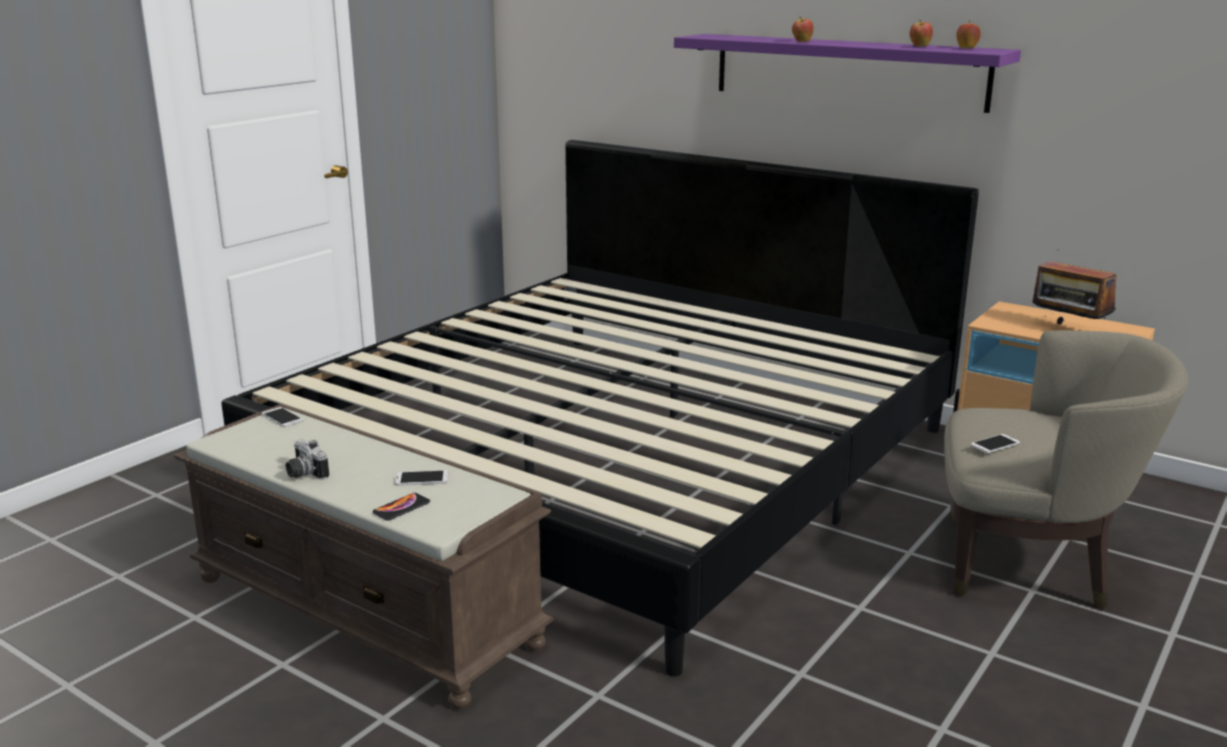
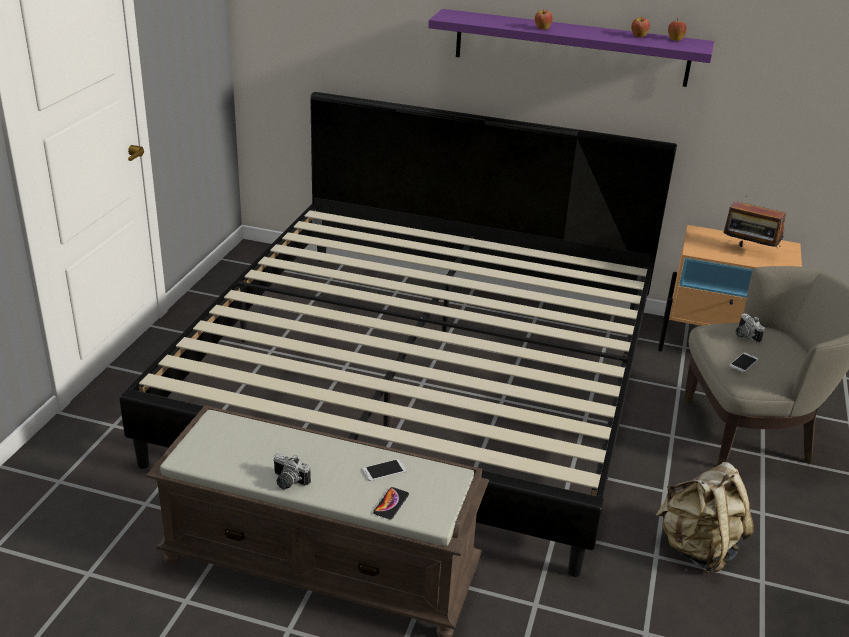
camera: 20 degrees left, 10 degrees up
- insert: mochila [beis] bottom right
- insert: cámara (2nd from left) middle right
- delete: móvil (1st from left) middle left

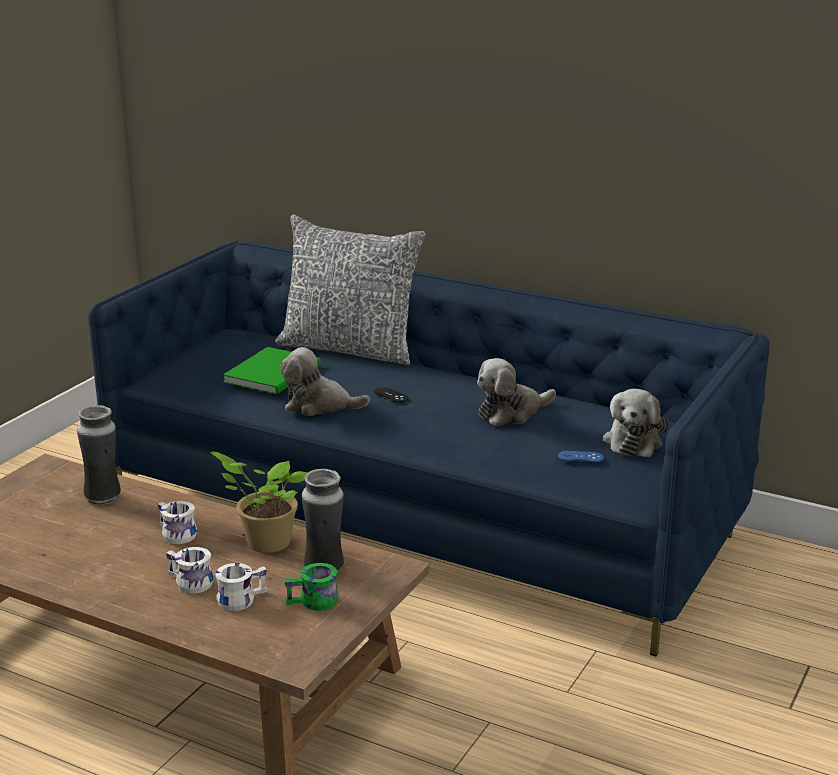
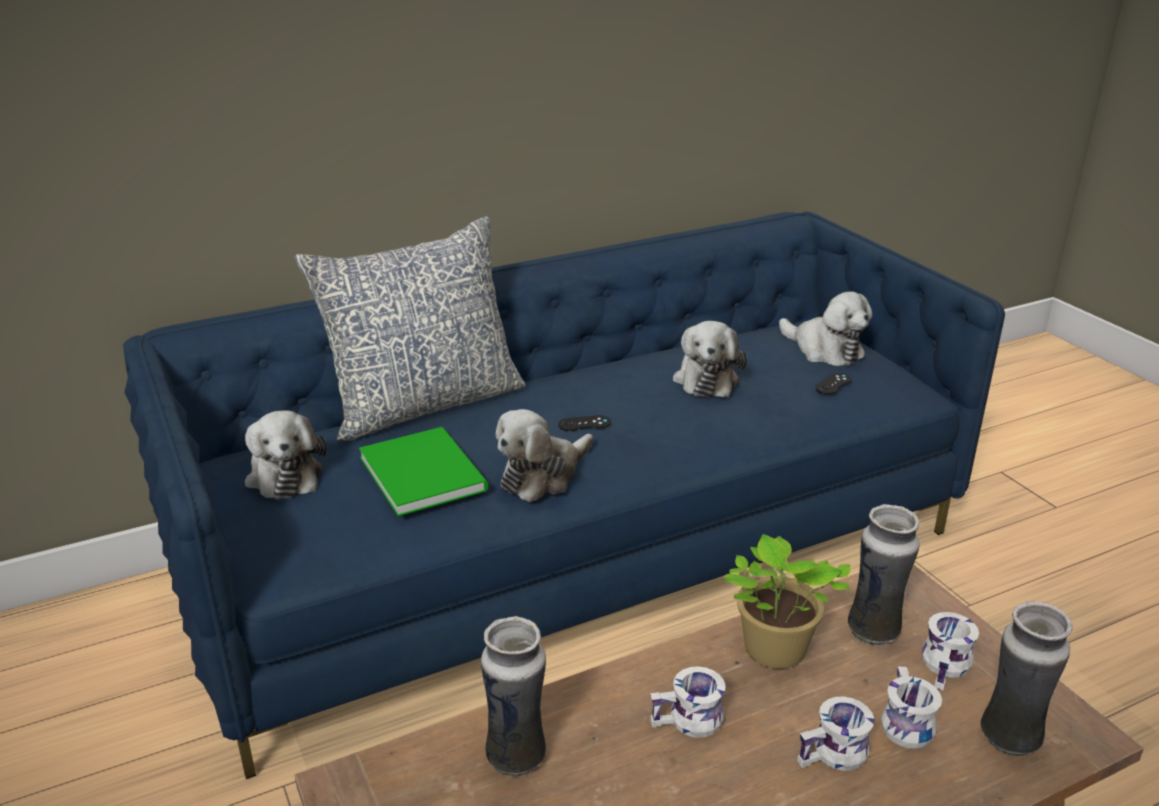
camera: 55 degrees left, 5 degrees up
- insert: peluche (1st from left) middle left
- recolor: mando de consola [azul] middle right to mando de consola [negro] (2nd from left) middle right
- recolor: taza grande [verde] bottom centre to taza grande [blanco] (4th from left) bottom right
- insert: florero (3rd from left) bottom right

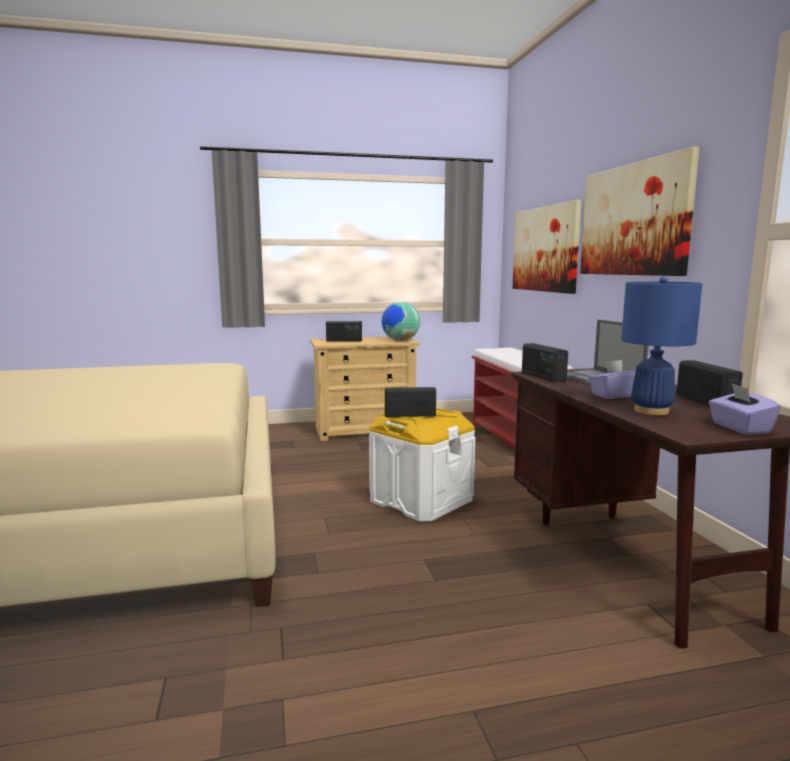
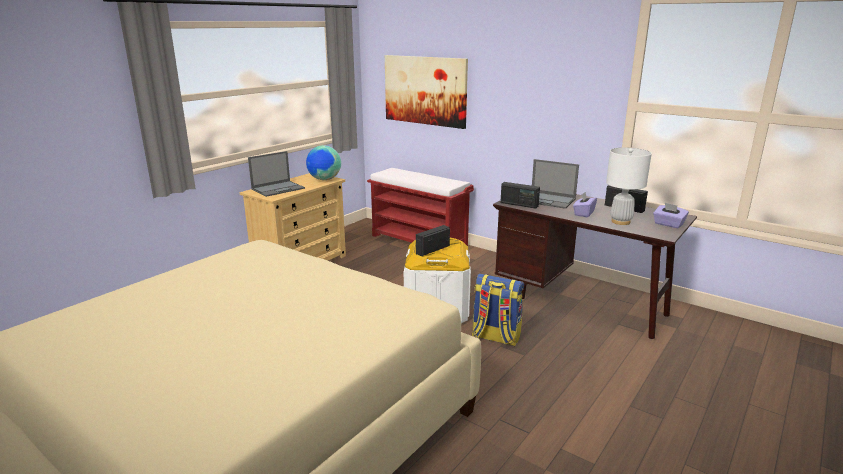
camera: 40 degrees left, 10 degrees up
- replace: radio (1st from left) centre to portátil (1st from left) middle left
- insert: mochila centre
- recolor: lámpara de mesa [azul] middle right to lámpara de mesa [blanco] middle right
- delete: cuadro (2nd from left) top right

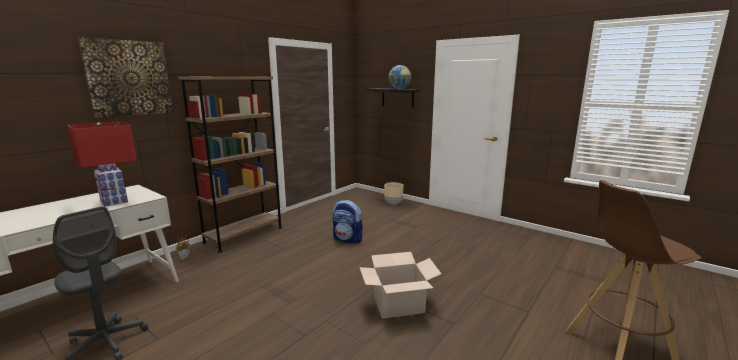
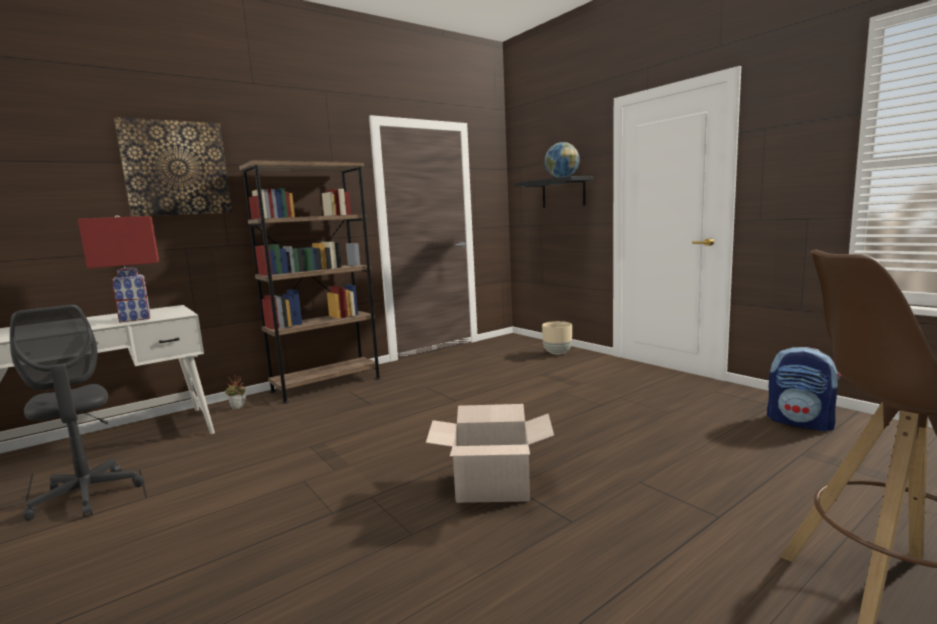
camera: 15 degrees right, 5 degrees down
- move: mochila centre to middle right

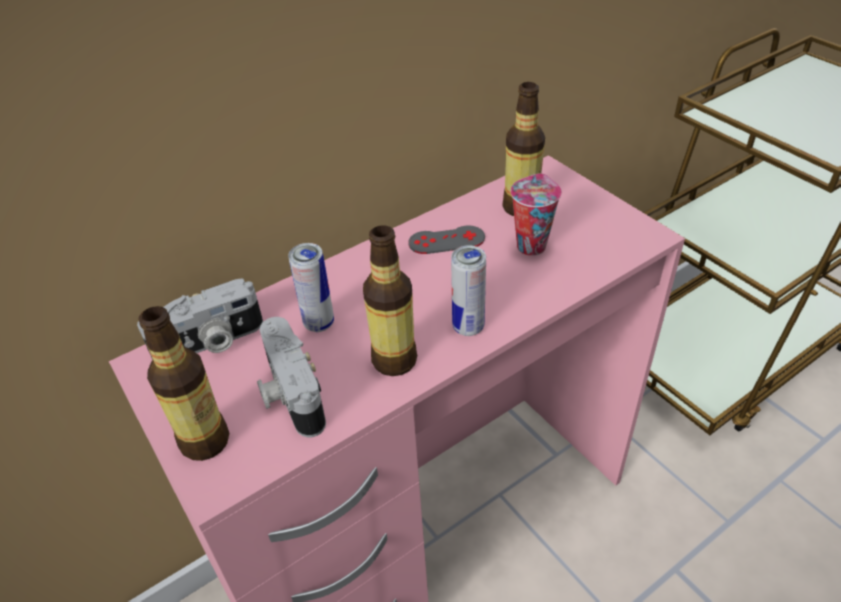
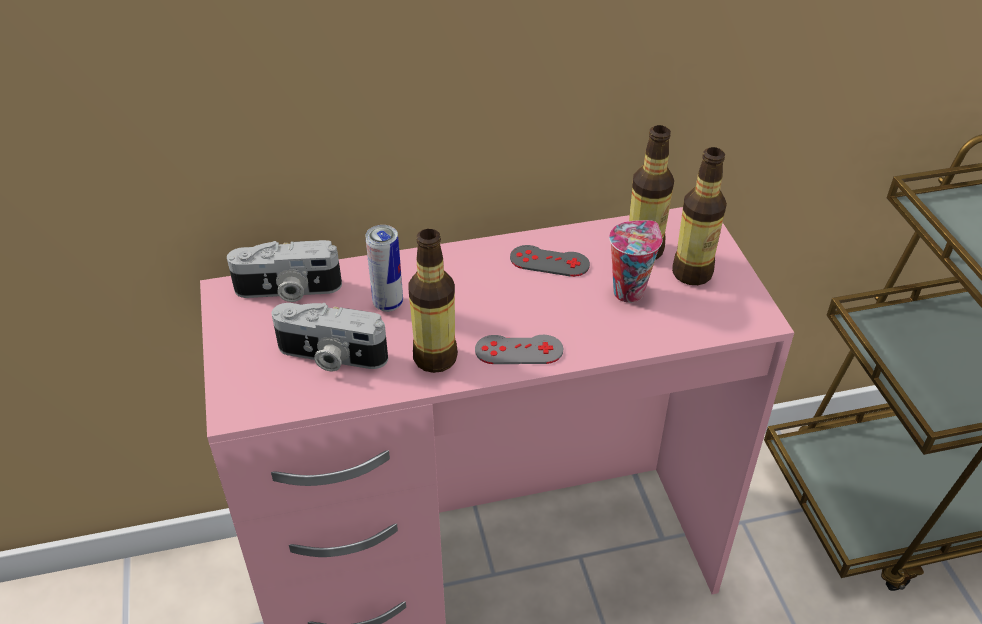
camera: 20 degrees right, 0 degrees up
- rotate: cámara (2nd from left) centre = centre 75 degrees counterclockwise
- replace: lata (2nd from left) centre to mando de consola [gris] (1st from left) centre
- move: botella (1st from left in the first image) middle left to botella (3rd from left) middle right

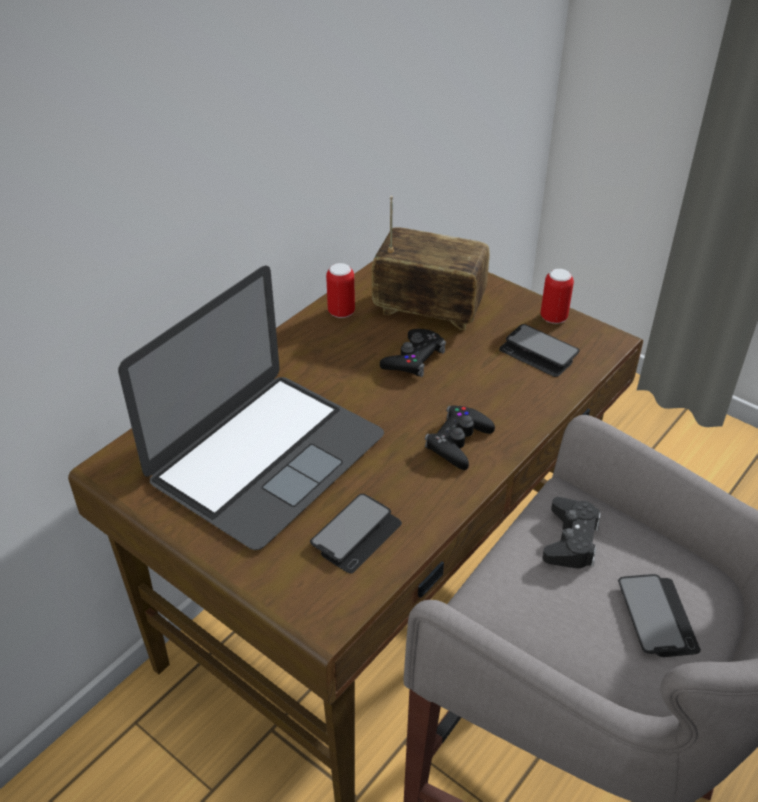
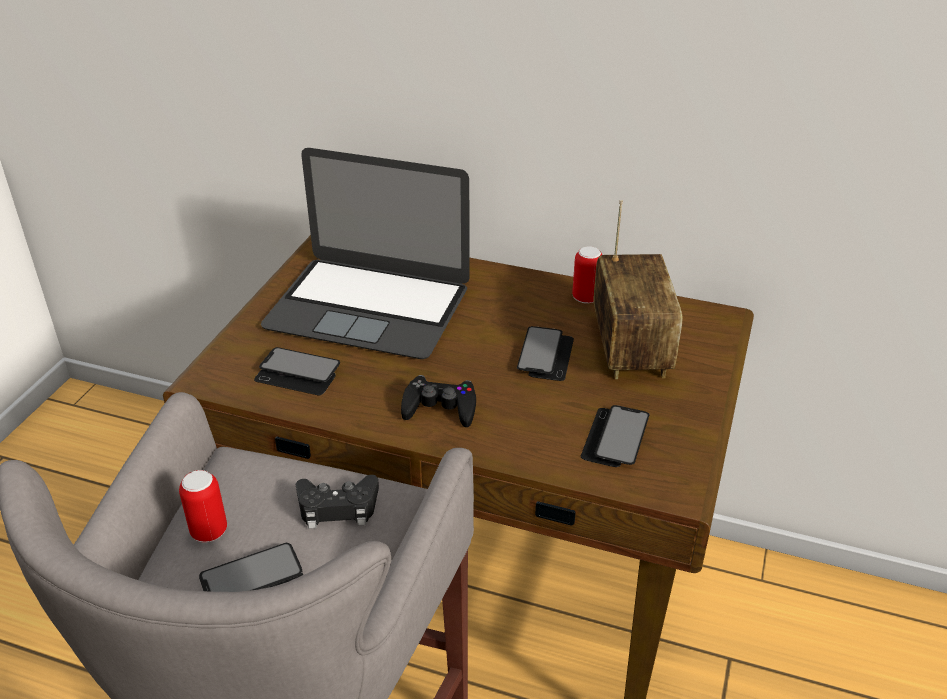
camera: 70 degrees right, 5 degrees down
- move: lata (2nd from left in the first image) middle right to lata (1st from left) bottom left
- replace: mando de consola [negro] (1st from left) centre to móvil (3rd from left) centre

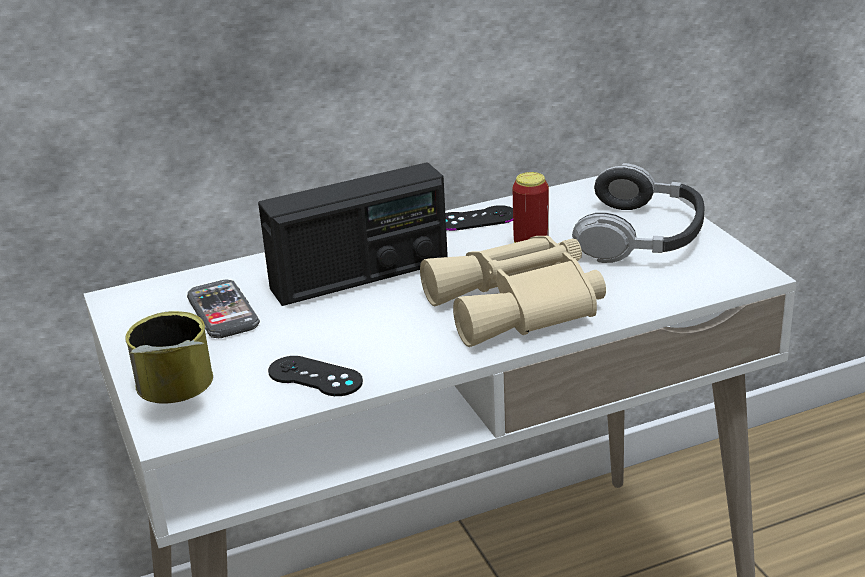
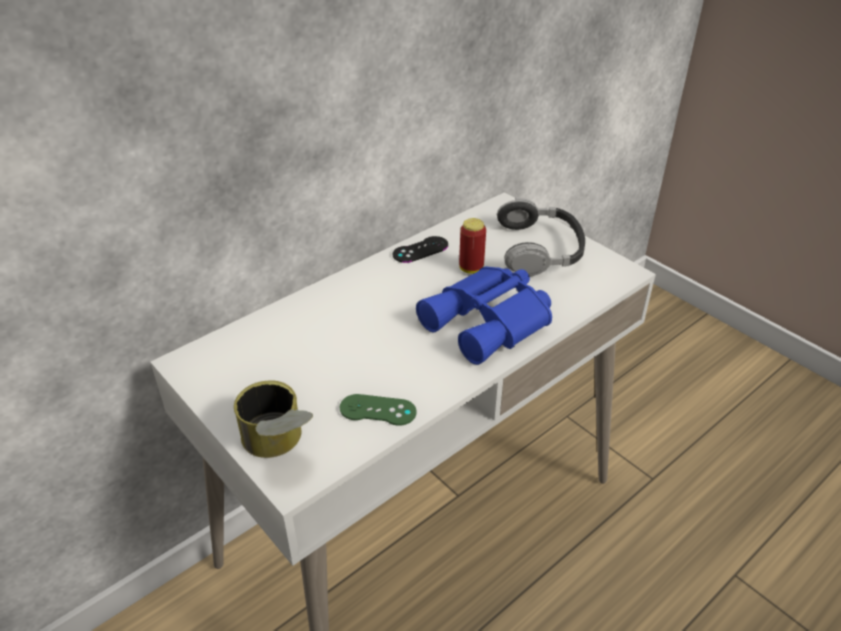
camera: 20 degrees left, 10 degrees up
- recolor: mando de consola [negro] (1st from left) centre to mando de consola [verde] centre
- recolor: prismáticos [beis] centre to prismáticos [azul] centre
- delete: móvil middle left
- delete: radio centre

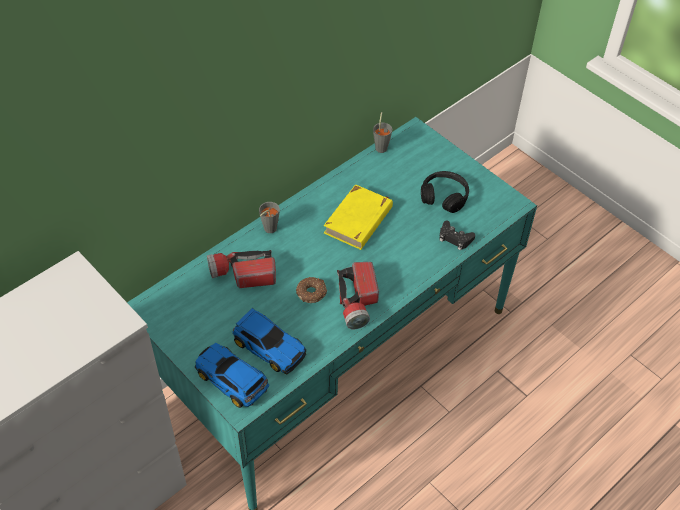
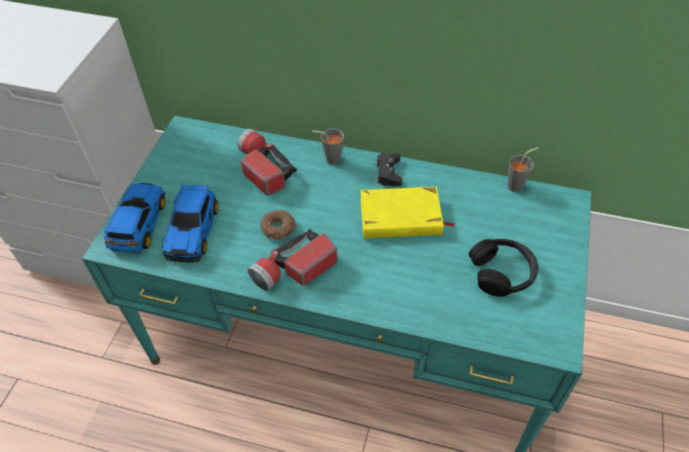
camera: 60 degrees right, 0 degrees up
- move: mando de consola [negro] middle right to centre

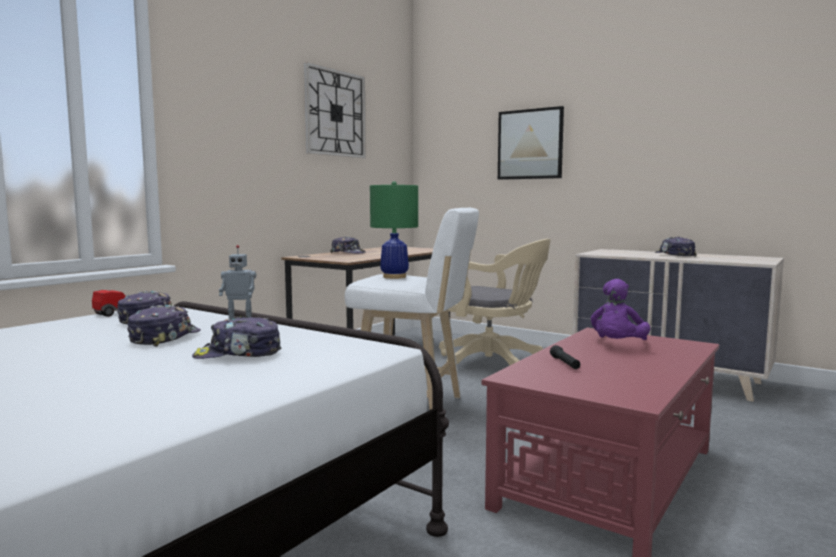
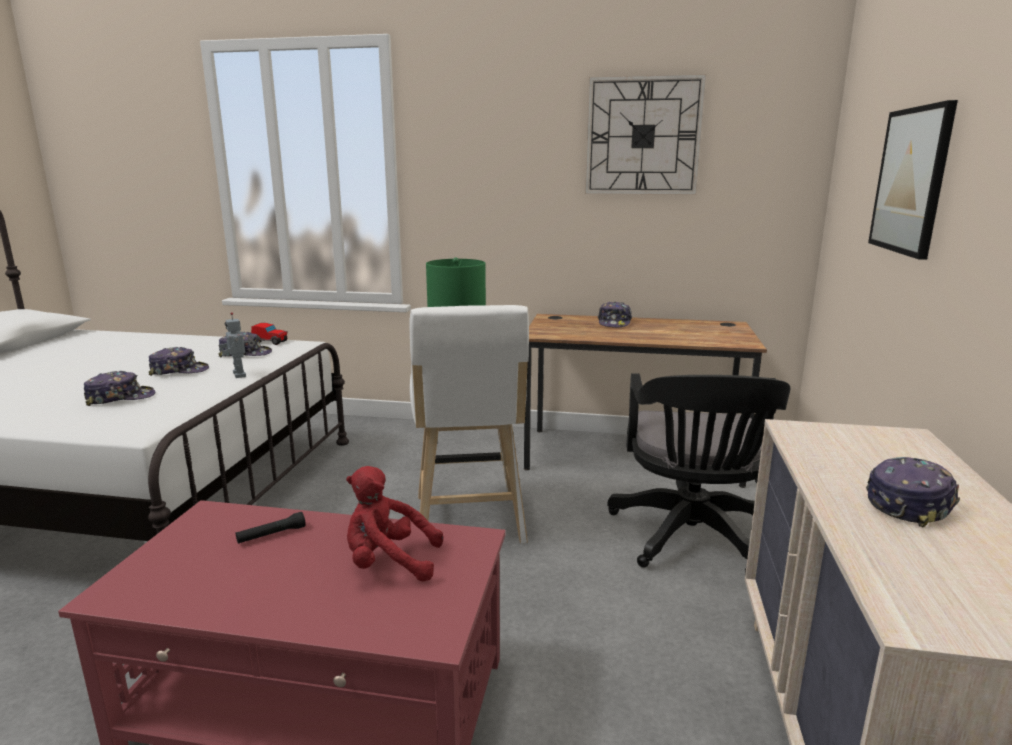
camera: 65 degrees right, 10 degrees up
- rotate: gorra (3rd from left in the first image) middle left = middle left 105 degrees clockwise
- recolor: peluche [morado] middle right to peluche [rojo] bottom centre
- recolor: silla de oficina [beis] centre to silla de oficina [negro] middle right

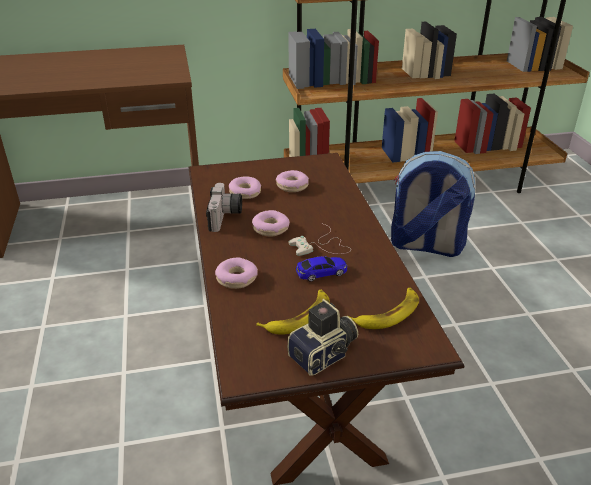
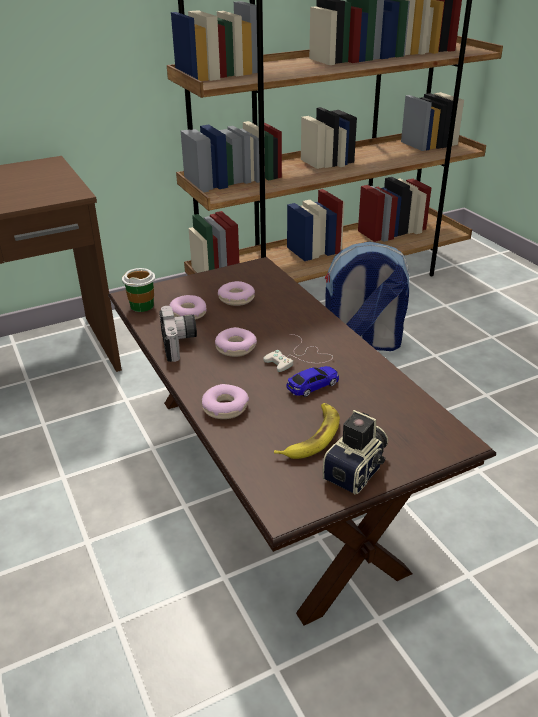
camera: 15 degrees left, 0 degrees up
- insert: taza middle left
- delete: plátano (2nd from left) centre

